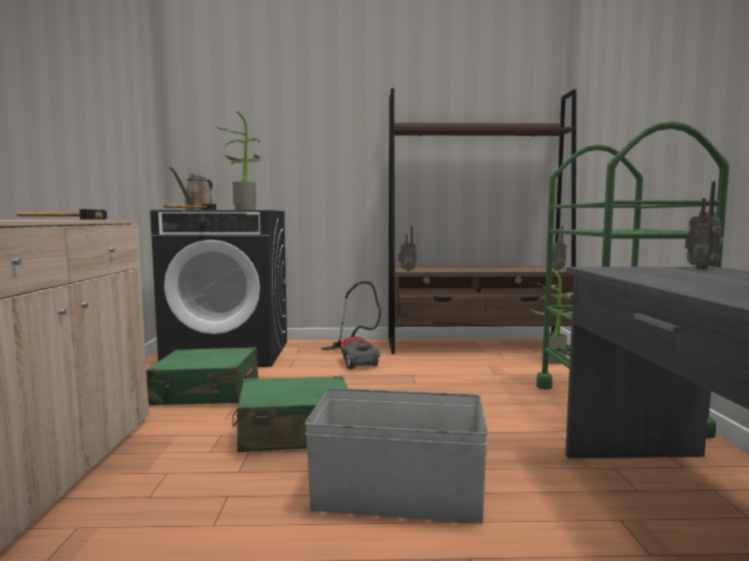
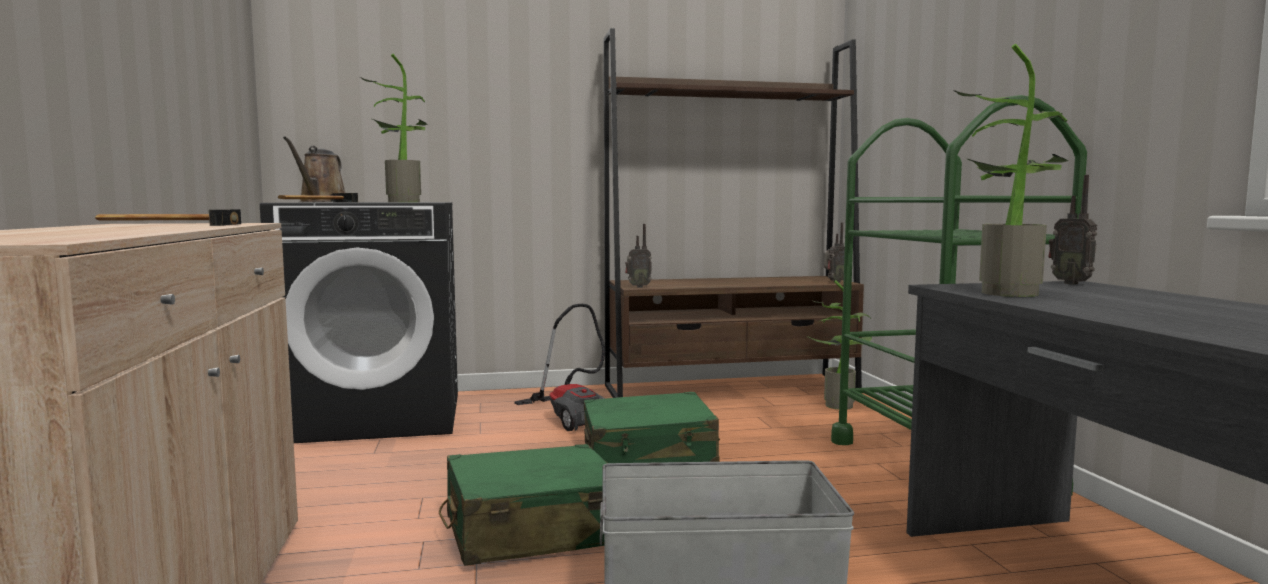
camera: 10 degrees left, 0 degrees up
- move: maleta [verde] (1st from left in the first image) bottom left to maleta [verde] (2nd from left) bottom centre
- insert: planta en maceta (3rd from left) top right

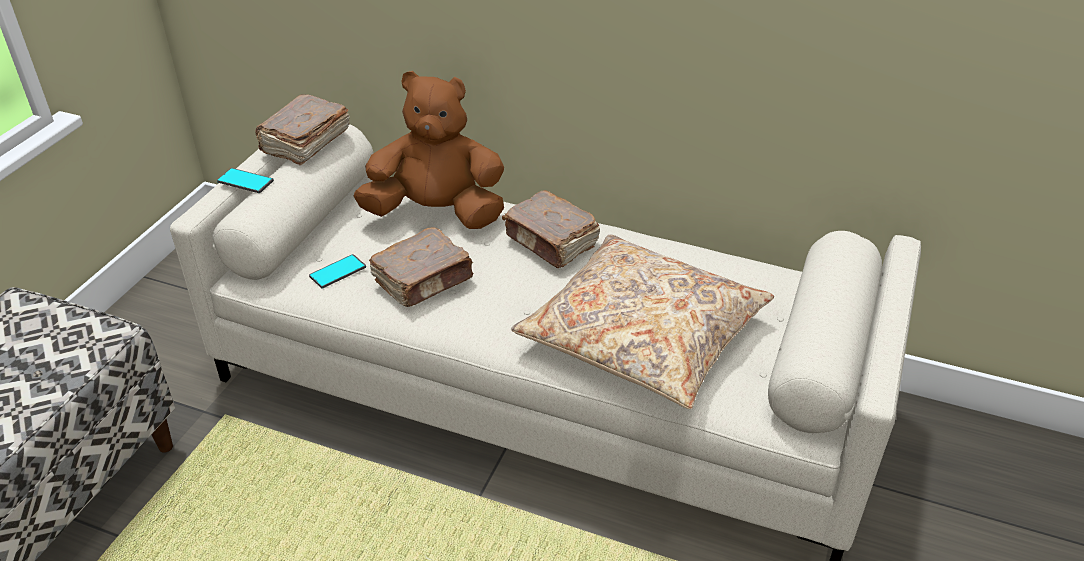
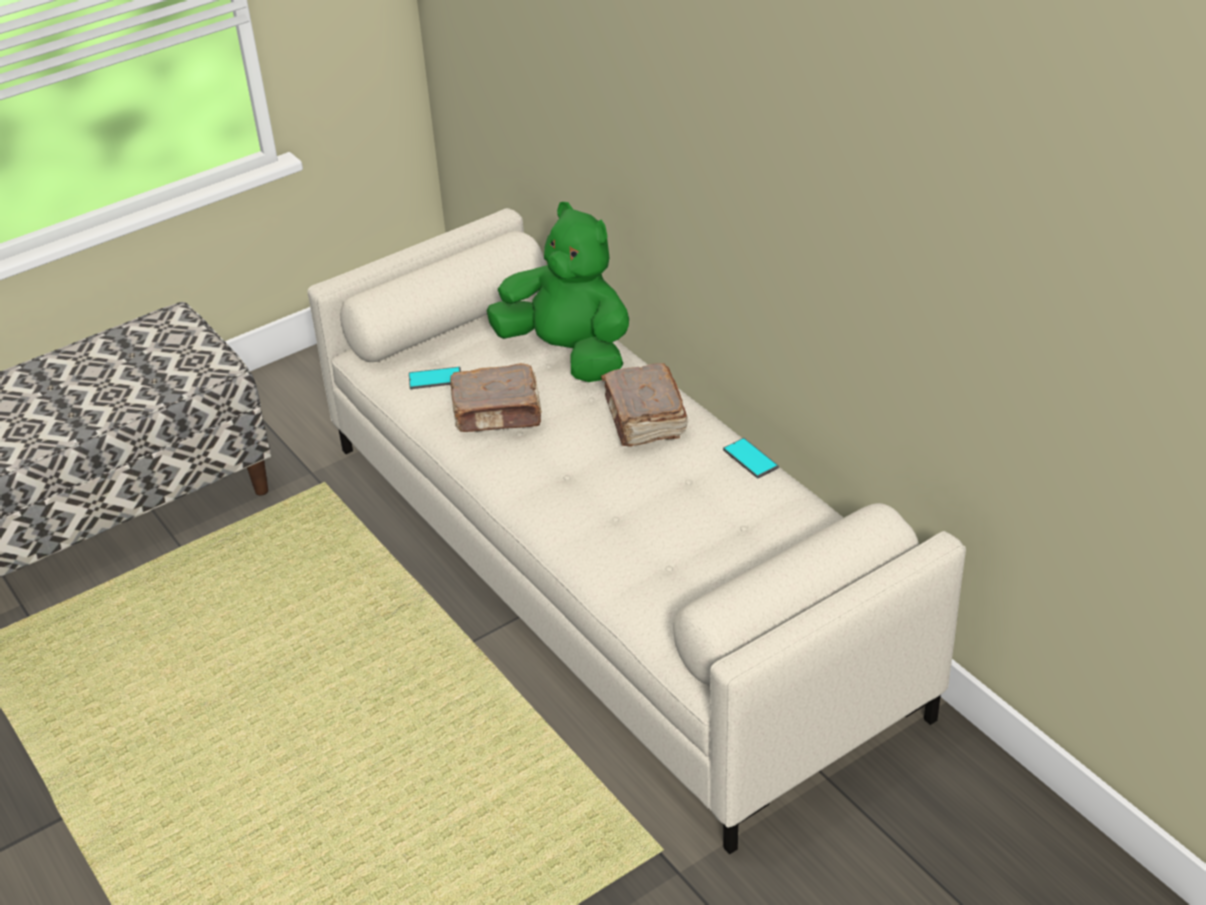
camera: 35 degrees right, 0 degrees up
- recolor: peluche [marrón] top centre to peluche [verde] top centre
- move: móvil (1st from left in the first image) top left to móvil (2nd from left) centre
- delete: libro [marrón] (1st from left) top left
- delete: cojín [beis] centre

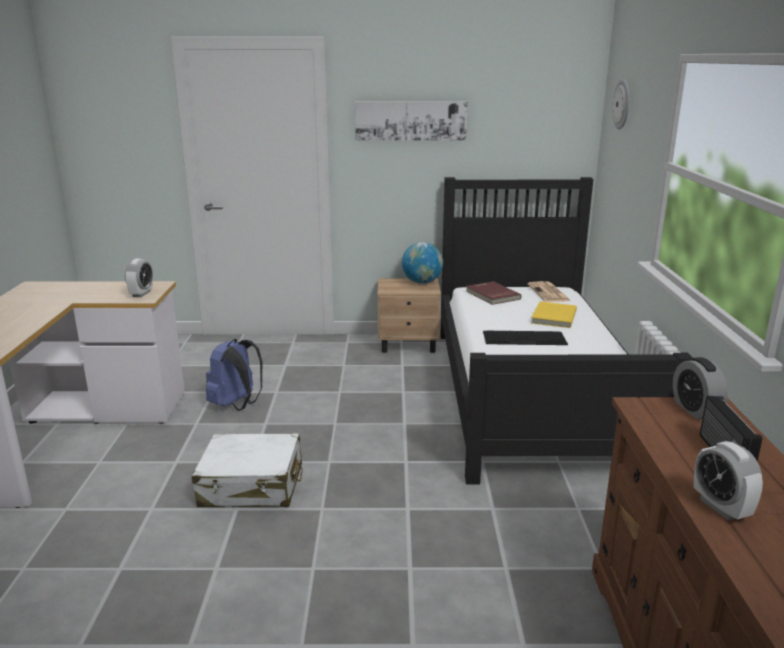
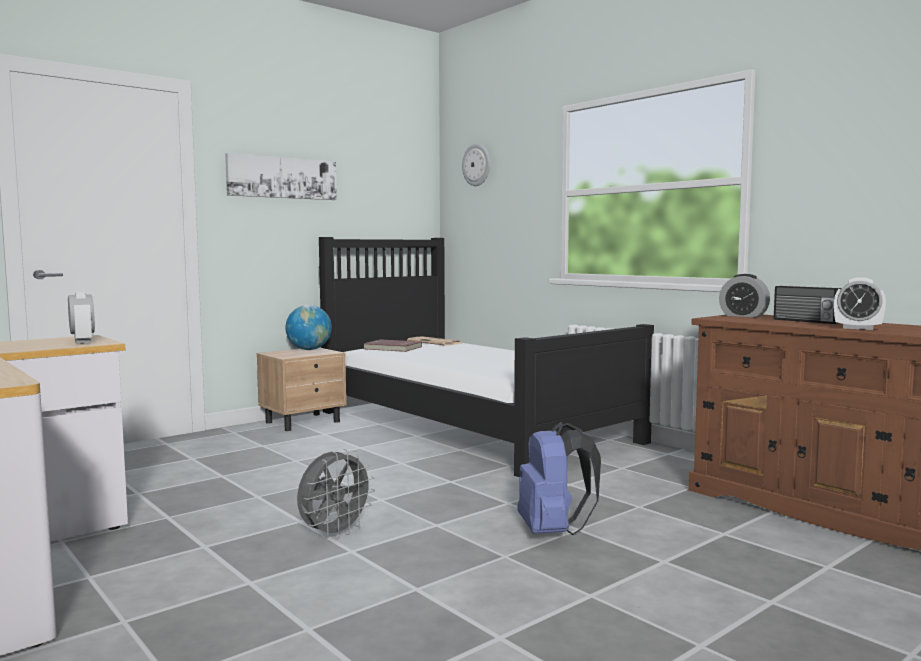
camera: 40 degrees left, 15 degrees down
- replace: maleta [blanco] bottom left to ventilador [gris] bottom centre
- move: mochila [azul] middle left to bottom centre
- delete: teclado middle right
- delete: libro [amarillo] middle right

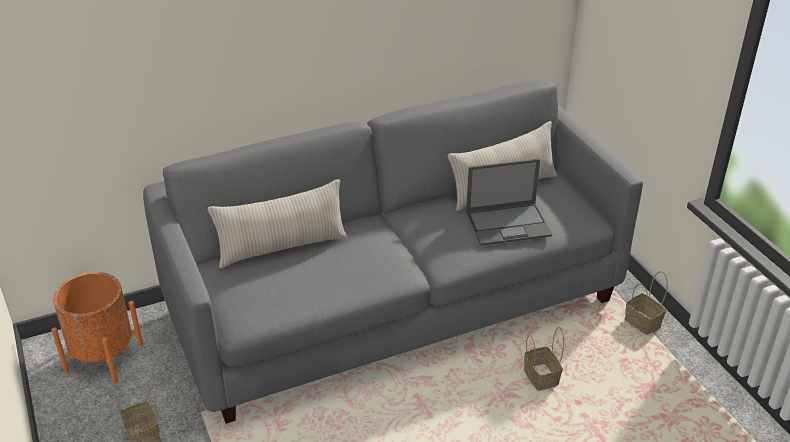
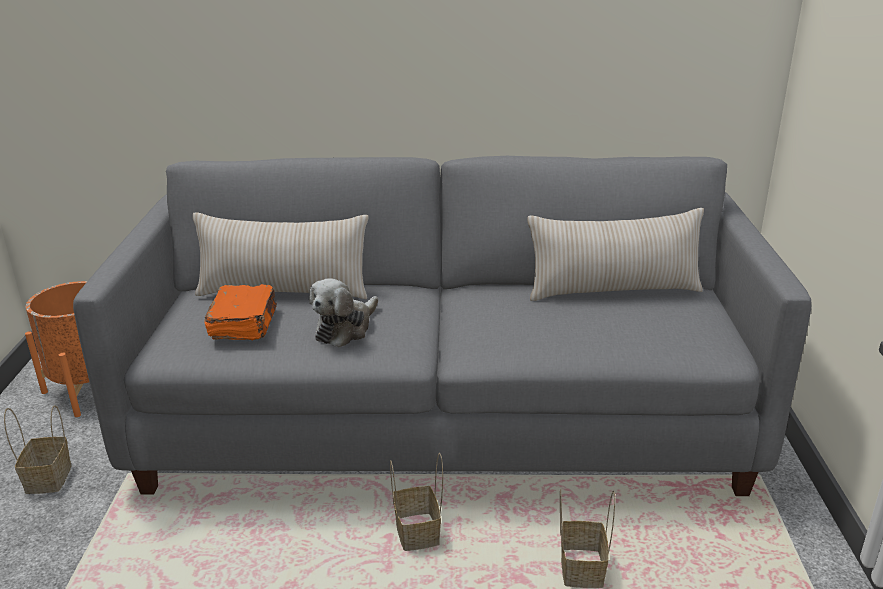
camera: 25 degrees right, 10 degrees down
- insert: libro [naranja] middle left
- insert: peluche centre
- move: cesta (3rd from left in the first image) bottom right to cesta (2nd from left) bottom centre
- delete: portátil centre

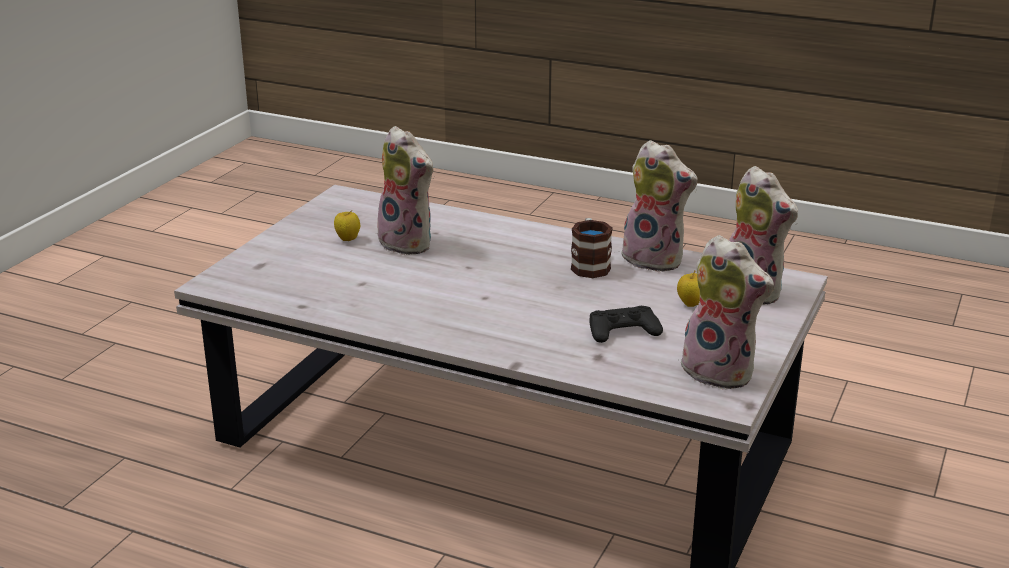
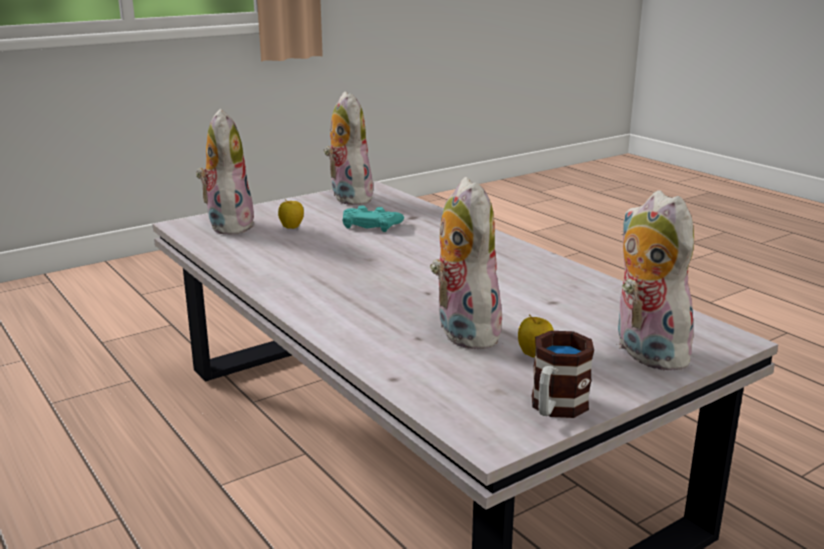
camera: 150 degrees left, 5 degrees down
- recolor: mando de consola [negro] centre to mando de consola [turquesa] centre
- move: taza grande centre to bottom right
- move: peluche (2nd from left in the first image) centre to peluche (4th from left) middle right

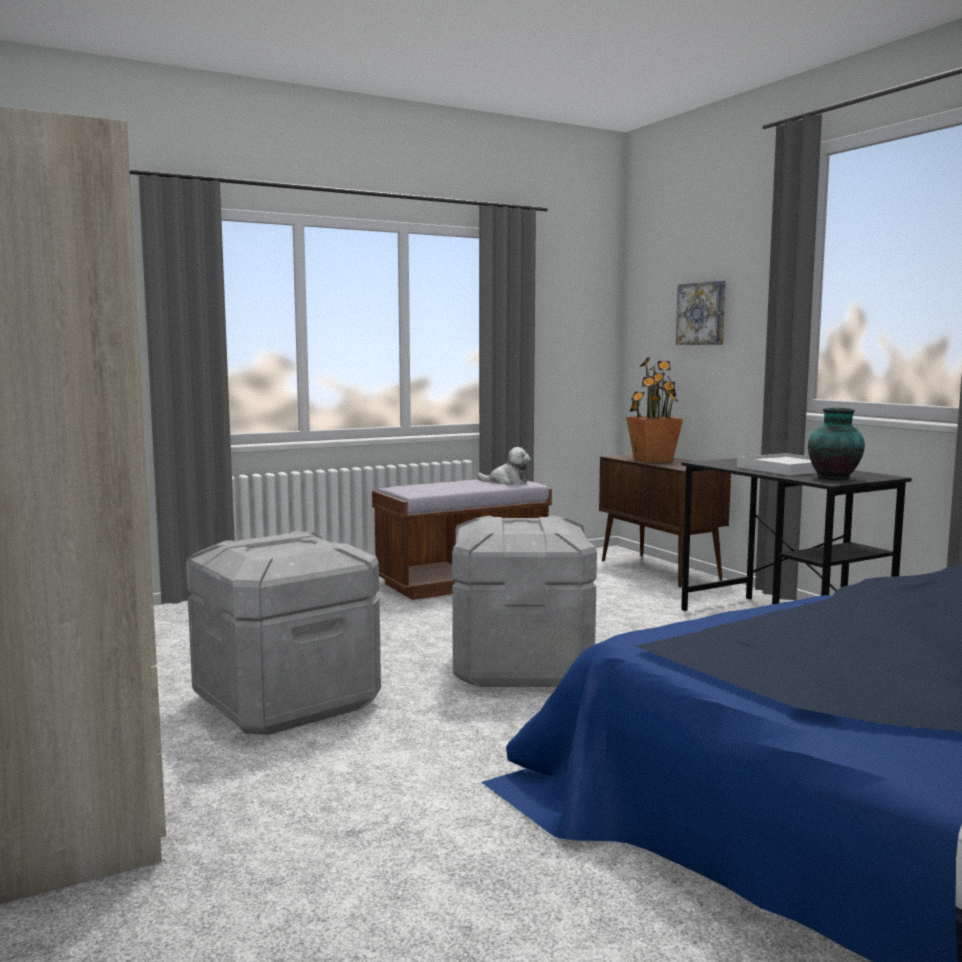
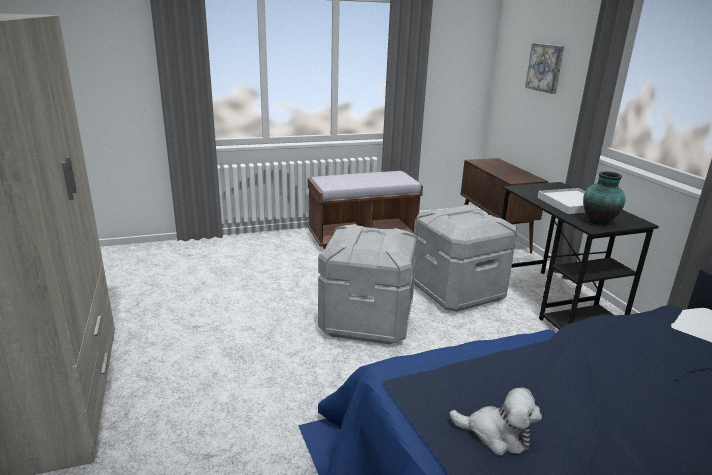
camera: 10 degrees right, 15 degrees up
- move: caja de almacenaje [gris] (1st from left in the first image) middle left to caja de almacenaje [gris] (2nd from left) centre
- move: peluche centre to bottom right
- delete: planta en maceta middle right

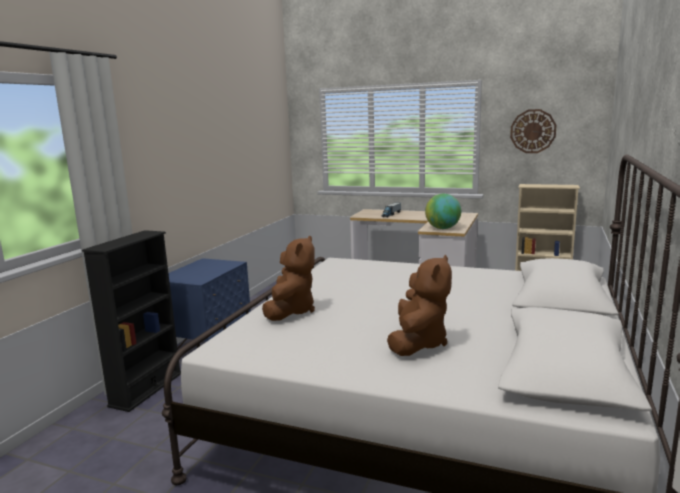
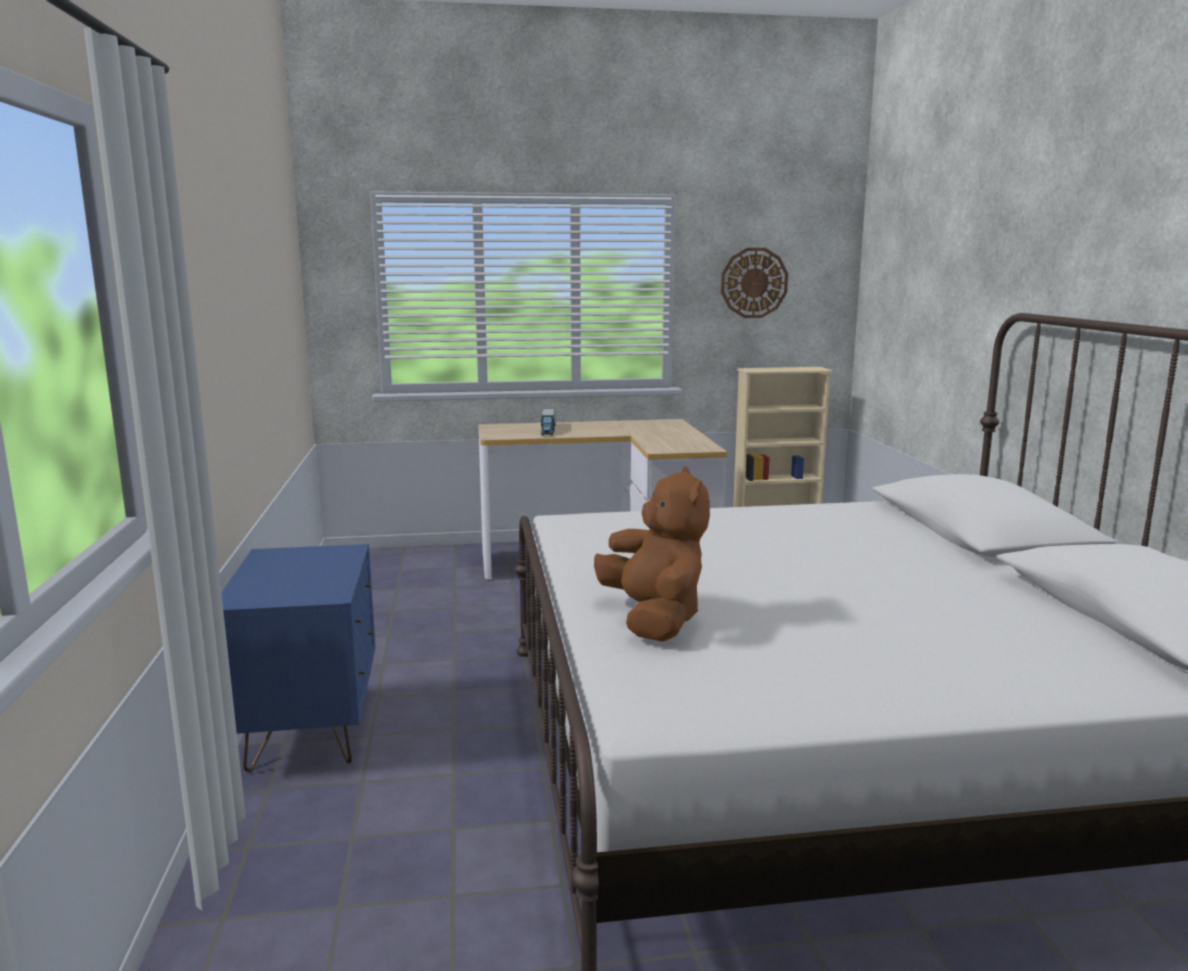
camera: 30 degrees left, 0 degrees up
- delete: estantería [negro] middle left
- delete: peluche [marrón] (2nd from left) centre
- delete: globo terráqueo centre

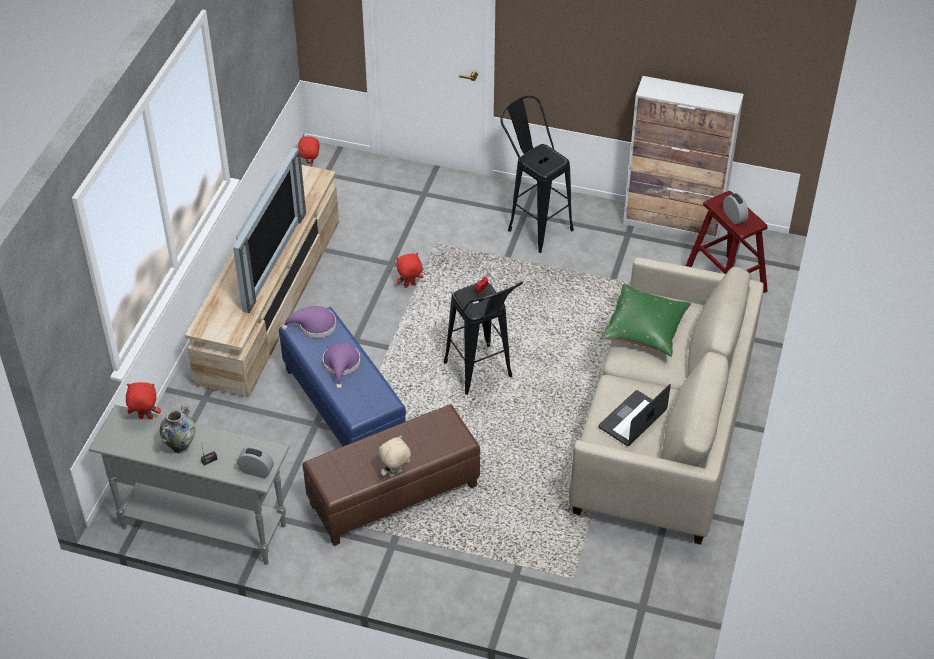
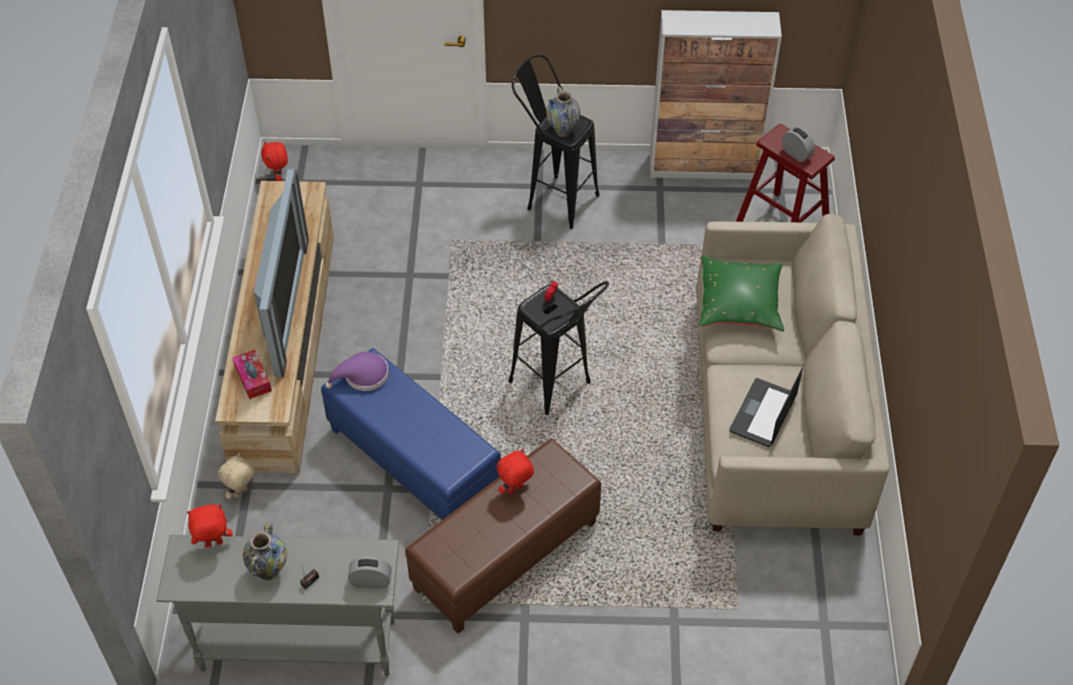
camera: 15 degrees left, 5 degrees up
- move: peluche [beis] bottom centre to bottom left
- insert: caja de pañuelos middle left
- move: peluche [rojo] (3rd from left) centre to bottom centre
- insert: florero (2nd from left) top centre
- delete: sombrero [morado] (2nd from left) centre

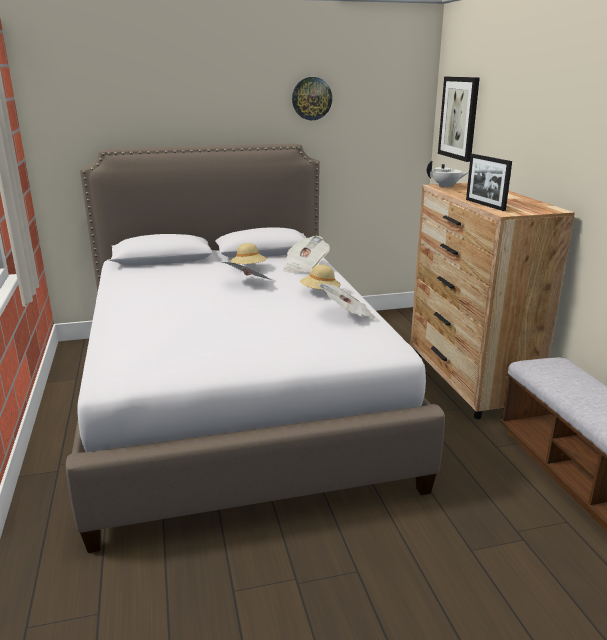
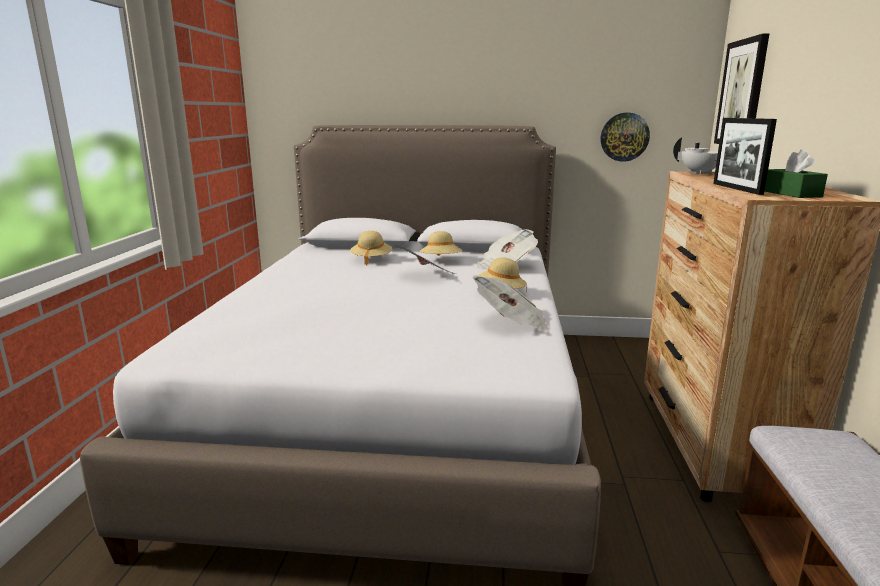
camera: 20 degrees right, 5 degrees down
- insert: sombrero [beis] (1st from left) centre
- move: reloj de pared top centre to top right
- insert: caja de pañuelos [verde] top right

